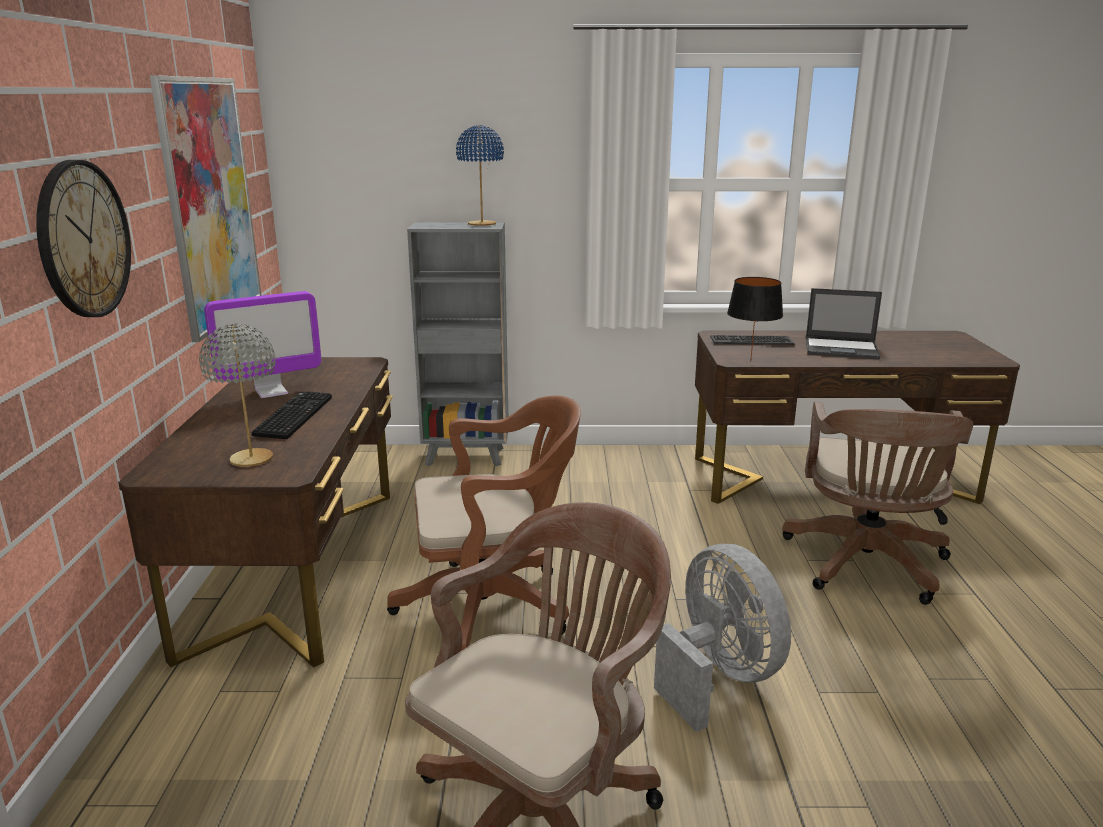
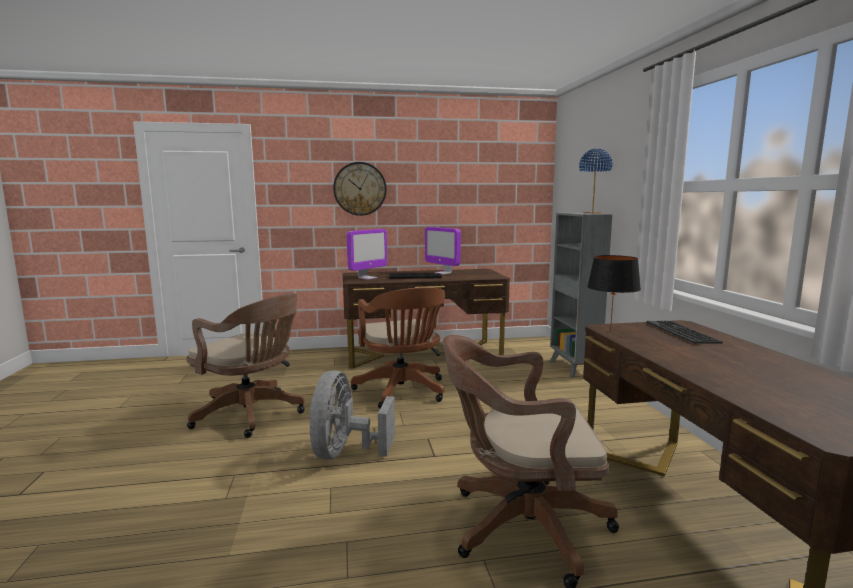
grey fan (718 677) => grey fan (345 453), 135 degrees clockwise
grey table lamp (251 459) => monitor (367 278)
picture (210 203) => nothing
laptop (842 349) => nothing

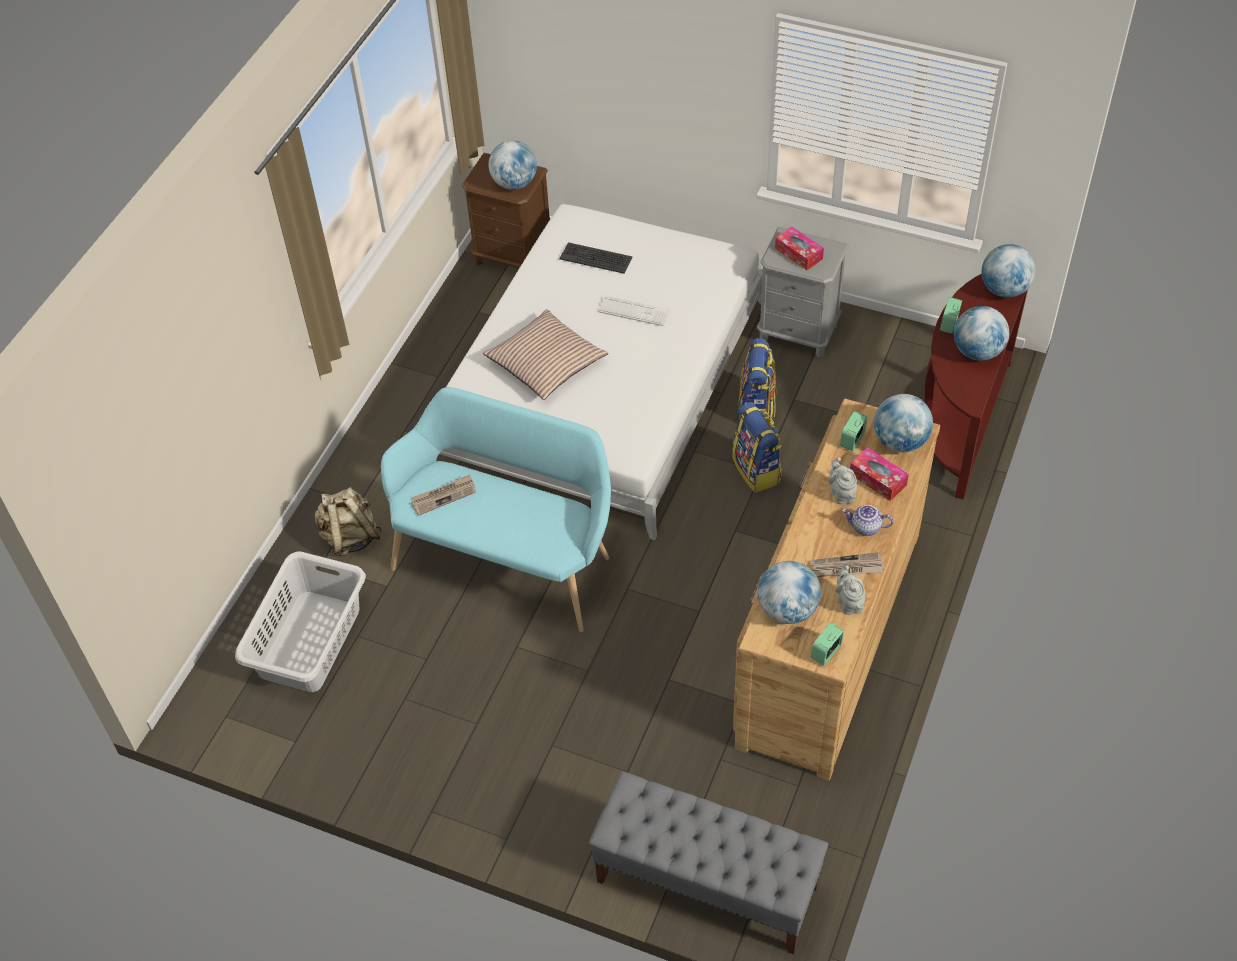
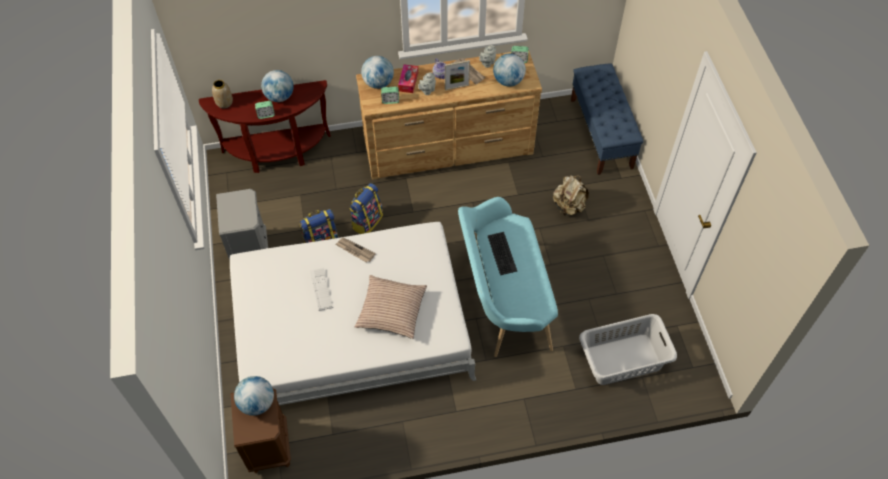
globe (1004 289) => vase (224 103)
newspaper (444 496) => newspaper (355 250), relocated
nothing => picture frame (457 87)
keyboard (596 258) => keyboard (501 253), relocated
beige backpack (350 537) => beige backpack (568 206), relocated
grey bench (706 884) => blue bench (601 133)
tissue box (798 253) => nothing

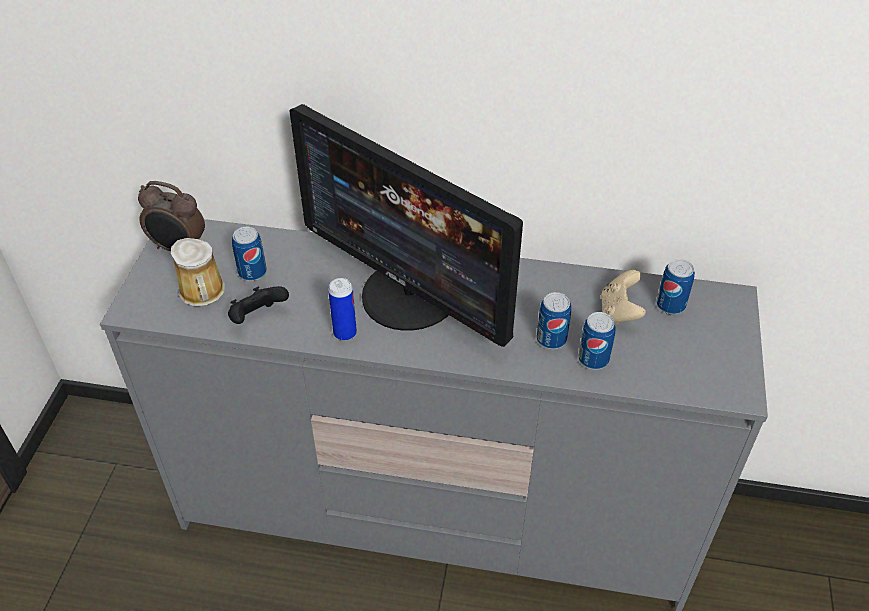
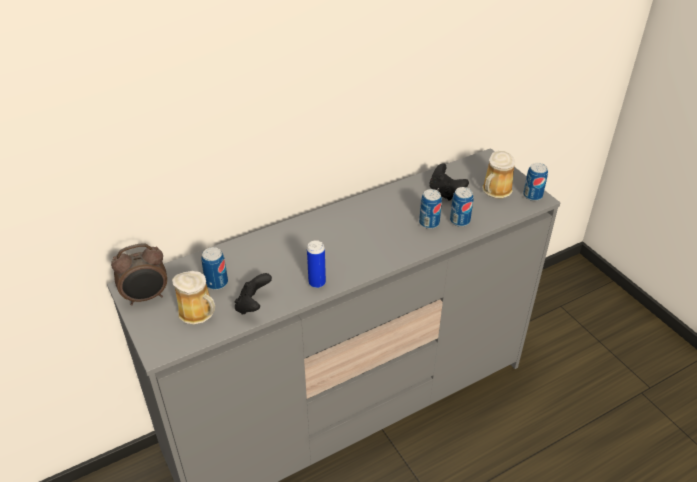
beige game controller (619 312) => black game controller (445 192)
nothing => mug (495 191)
can (670 305) => can (532 195), relocated
monitor (410 295) => nothing

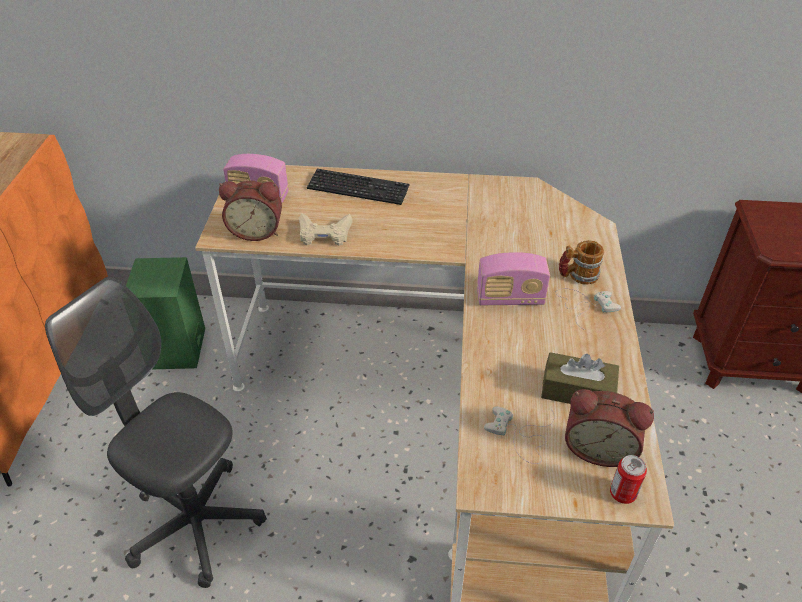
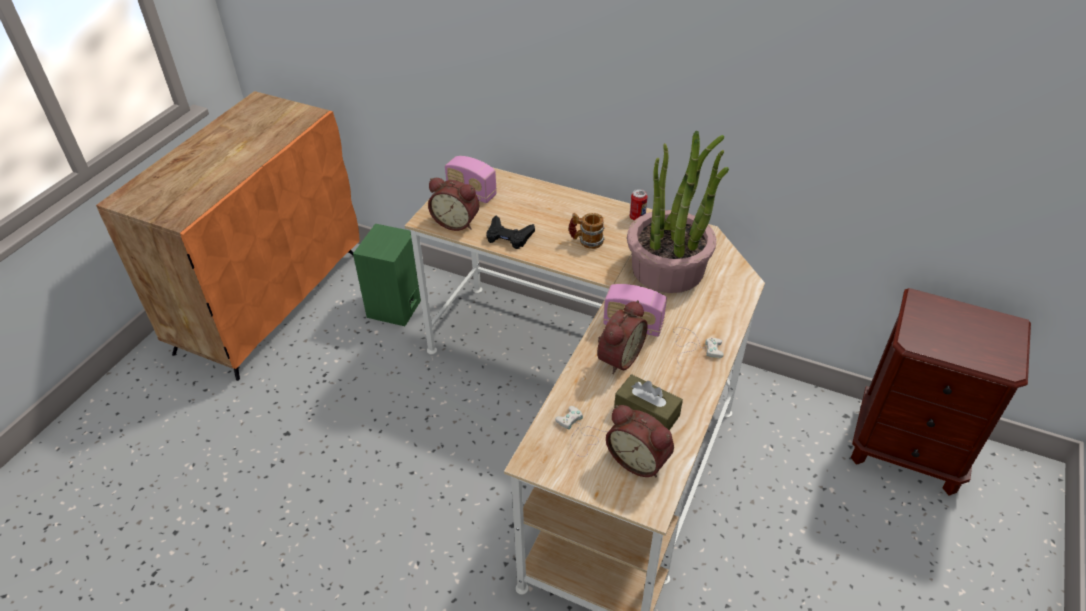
beige game controller (324 234) => black game controller (508 236)
mug (577 276) => mug (586 241), relocated
nothing => alarm clock (617 357)
nothing => potted plant (668 269)
can (622 493) => can (637 217), relocated
grey office chair (196 523) => nothing
keyboard (358 188) => nothing

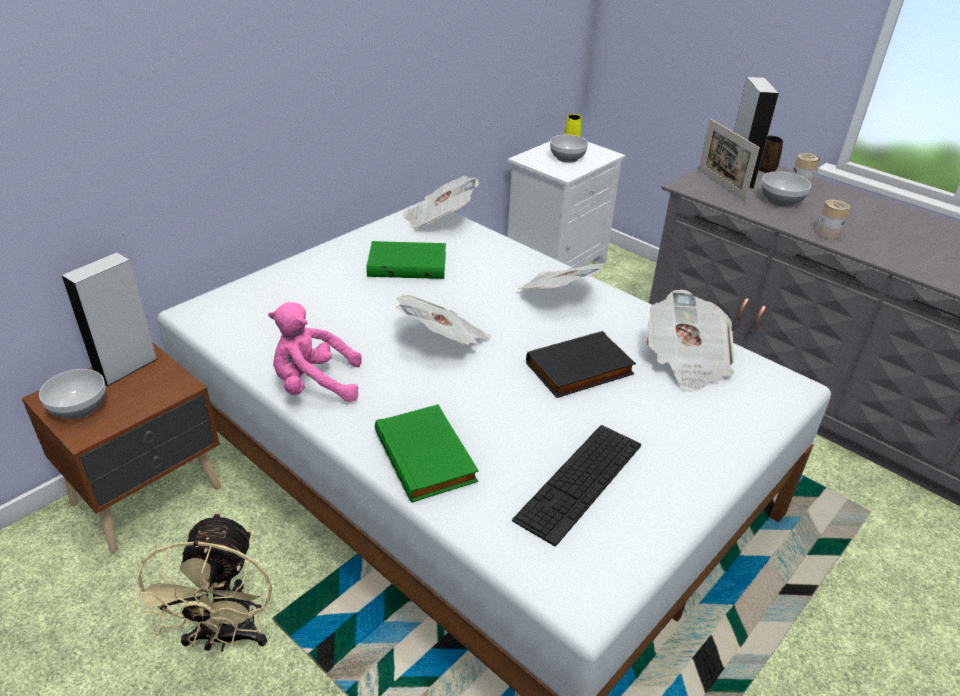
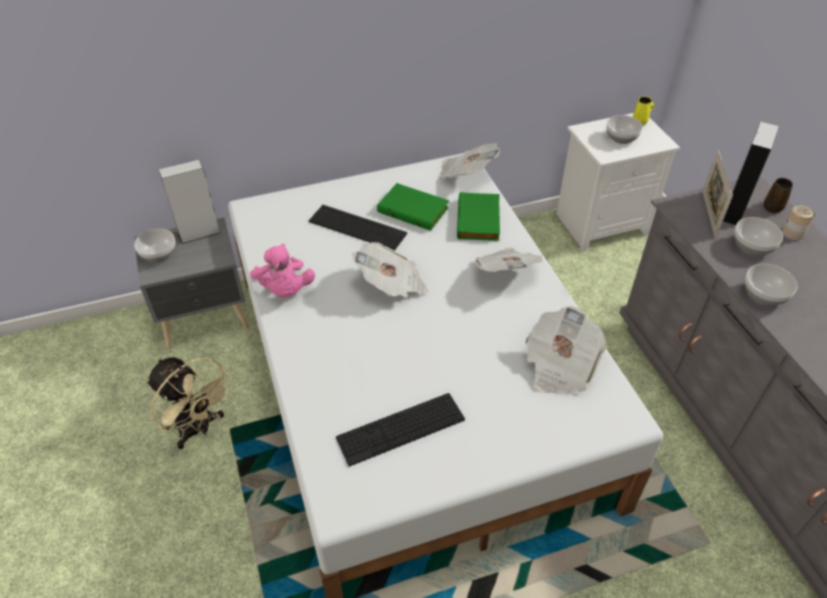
brown nightstand (150 496) => grey nightstand (206 318)
beige fan (226 637) => beige fan (199 428), 75 degrees counterclockwise
pink plush toy (314 385) => pink plush toy (285 290), 135 degrees counterclockwise
nothing => keyboard (357 227)
green book (428 456) => green book (480 220), relocated
can (827 233) => bowl (763 295)
black book (580 370) => nothing

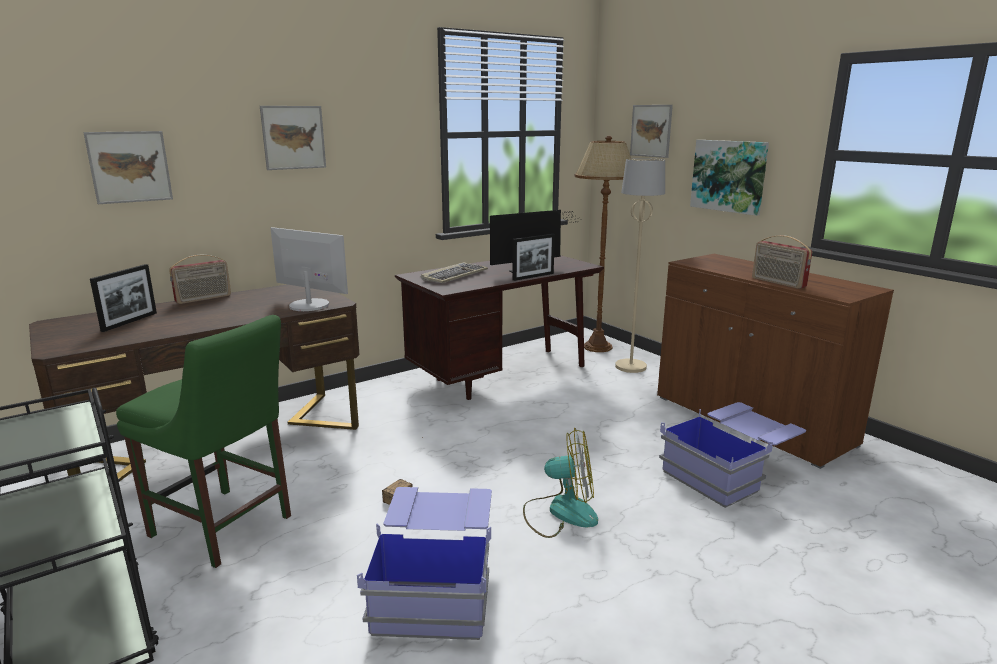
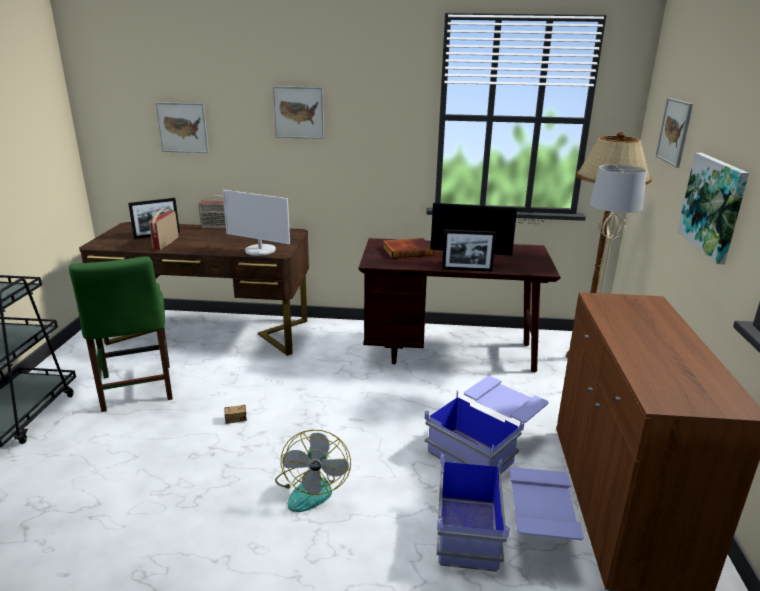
radio (777 283) => radio (165 243), relocated
monitor (309 305) => monitor (260 250), 135 degrees clockwise
fan (560 512) => fan (311 488), 45 degrees clockwise
keyboard (454 275) => book (407 250)
blue storage box (436 584) => blue storage box (486 445), relocated

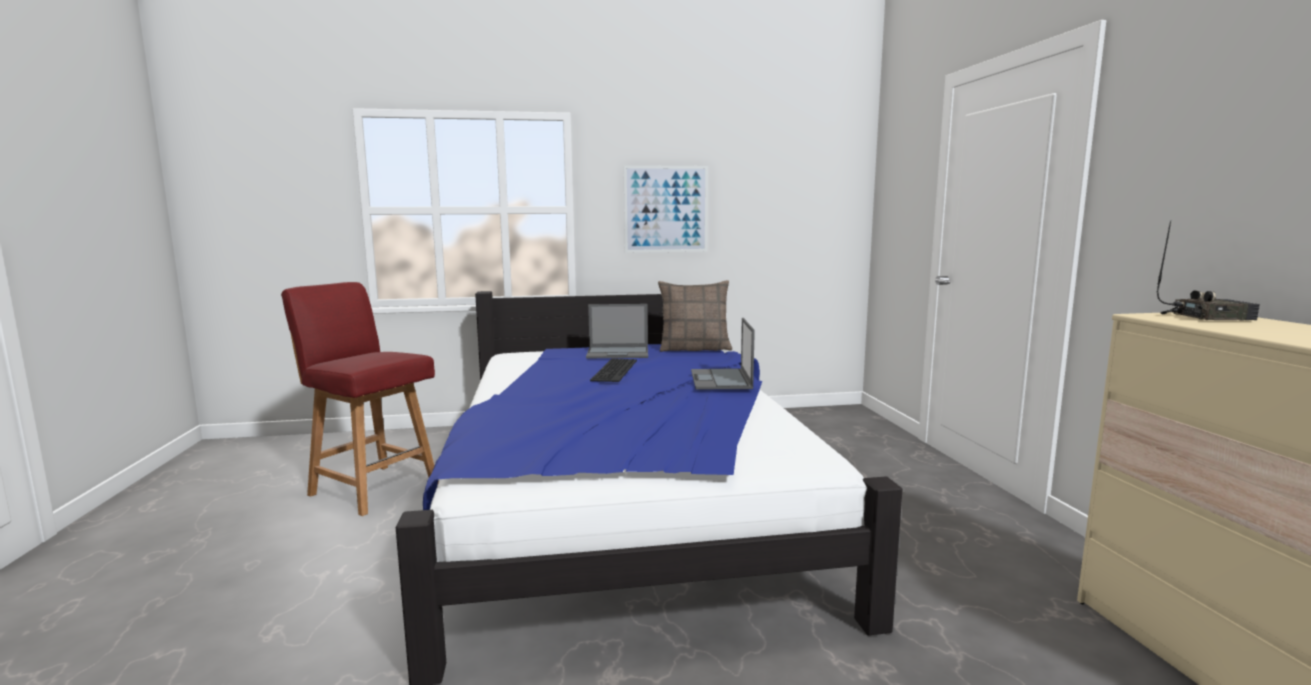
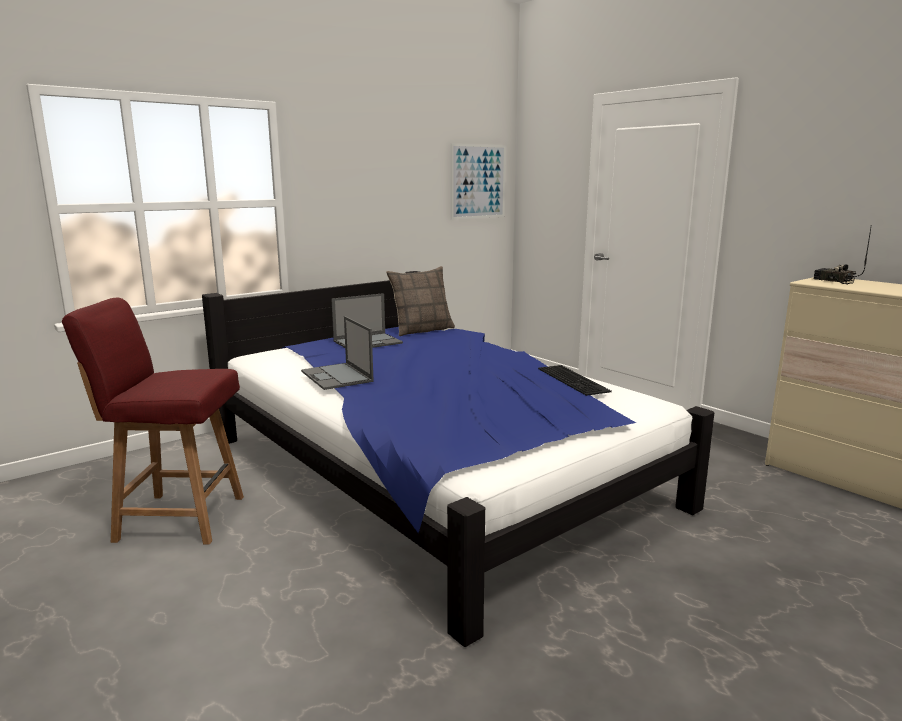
laptop (721 380) => laptop (337 376), relocated
picture (666 209) => picture (478 181), relocated
keyboard (616 370) => keyboard (574 380), relocated
radio (1206 317) => radio (834 281), 105 degrees counterclockwise

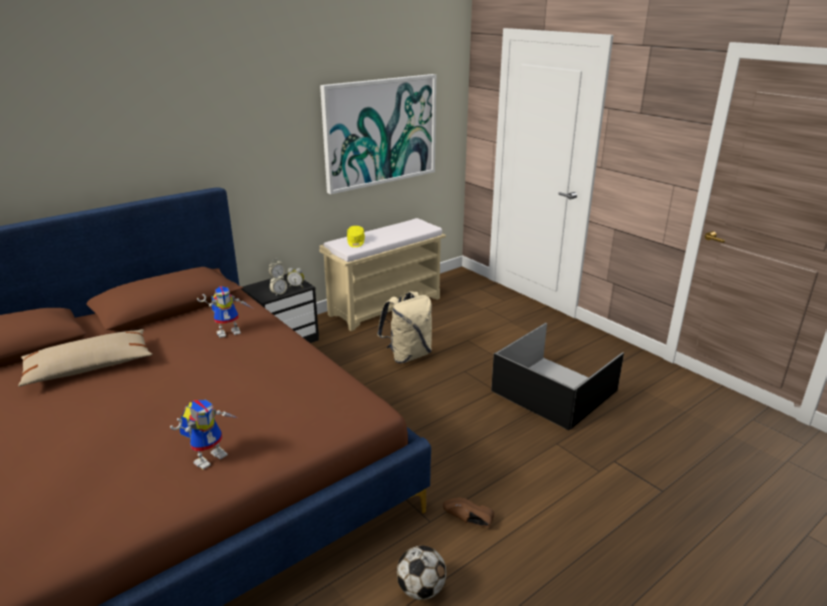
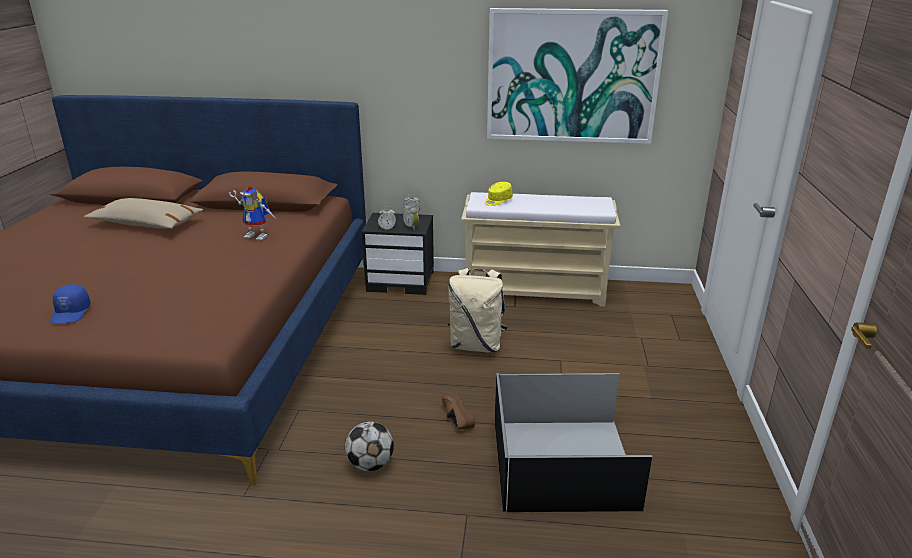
toy robot (210 455) => blue cap (71 313)
football (421 589) => football (370 464), relocated
brown shoe (468 521) => brown shoe (453 419), relocated

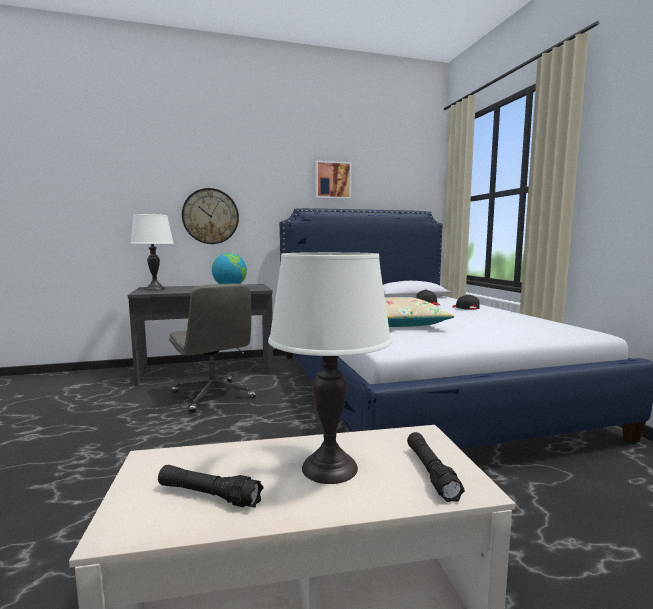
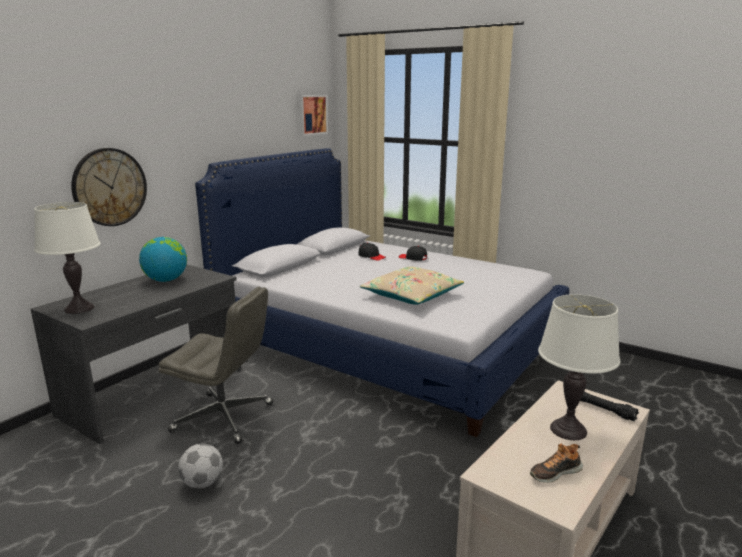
nothing => football (203 483)
picture (332 180) => picture (311 114), relocated
black flashlight (209 495) => shoe (555 472)

